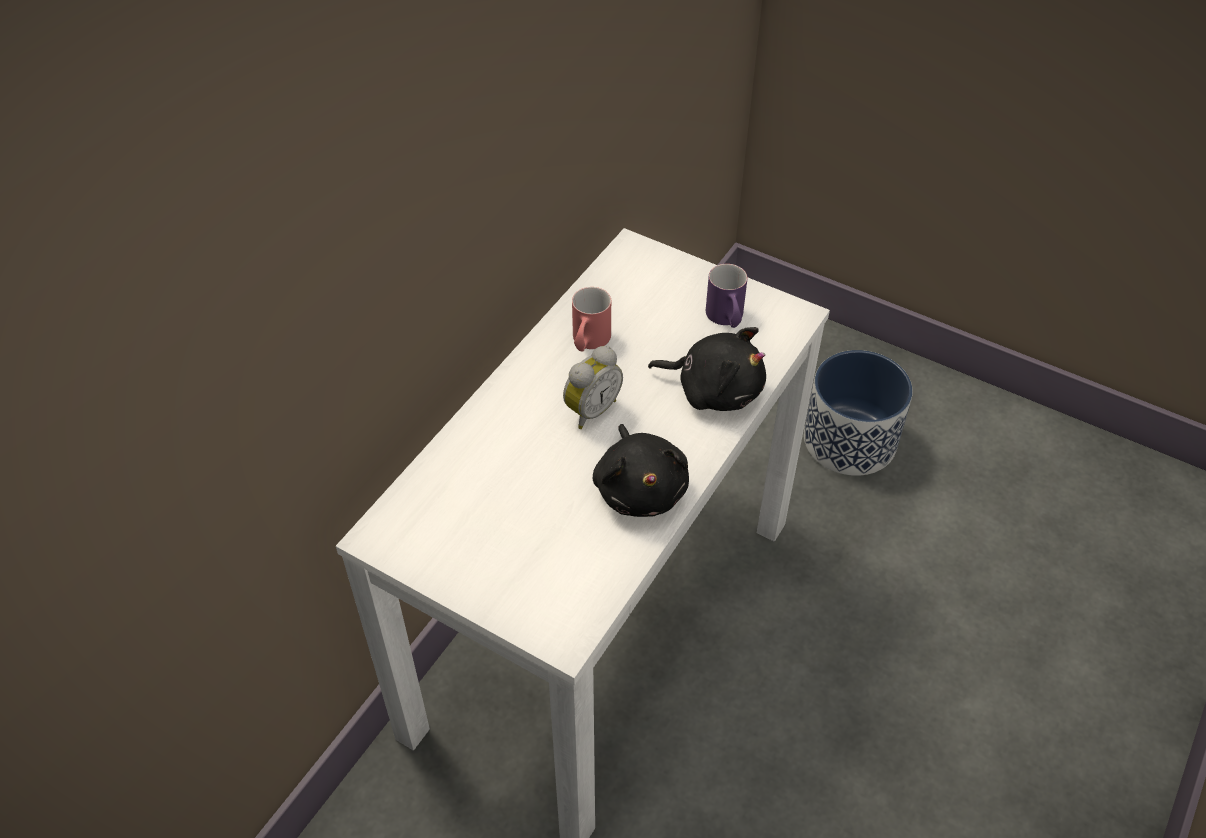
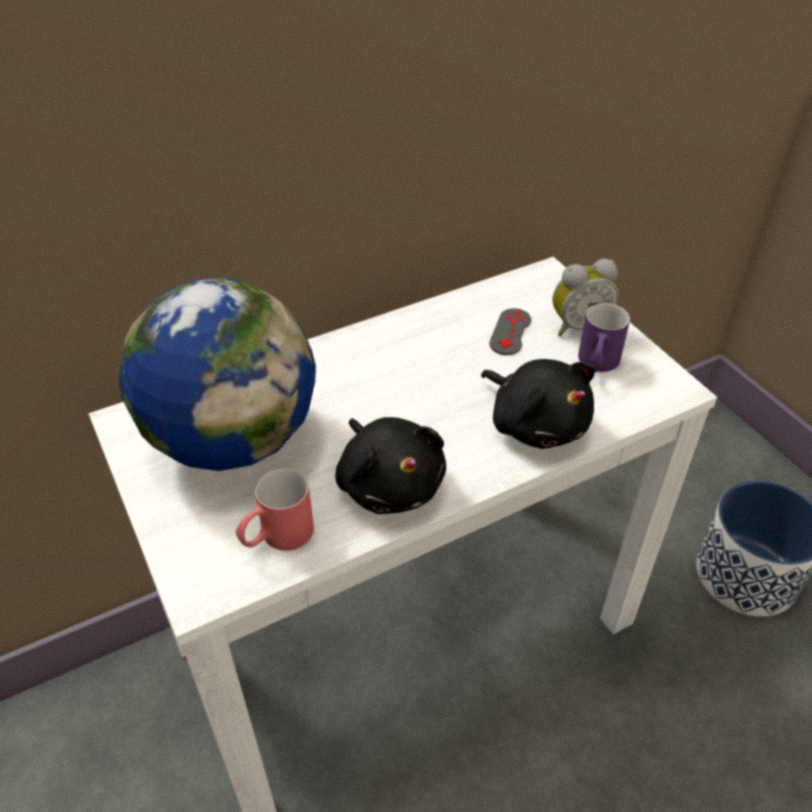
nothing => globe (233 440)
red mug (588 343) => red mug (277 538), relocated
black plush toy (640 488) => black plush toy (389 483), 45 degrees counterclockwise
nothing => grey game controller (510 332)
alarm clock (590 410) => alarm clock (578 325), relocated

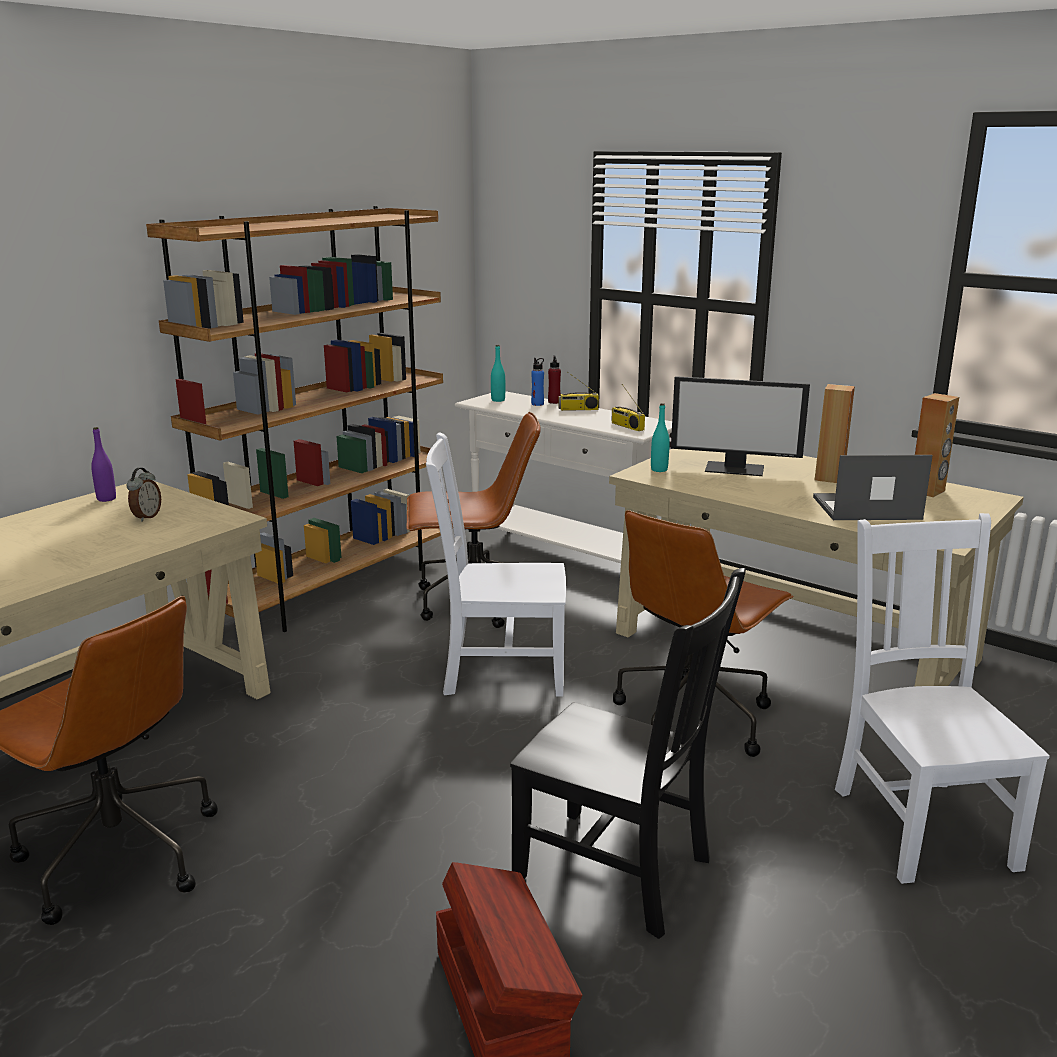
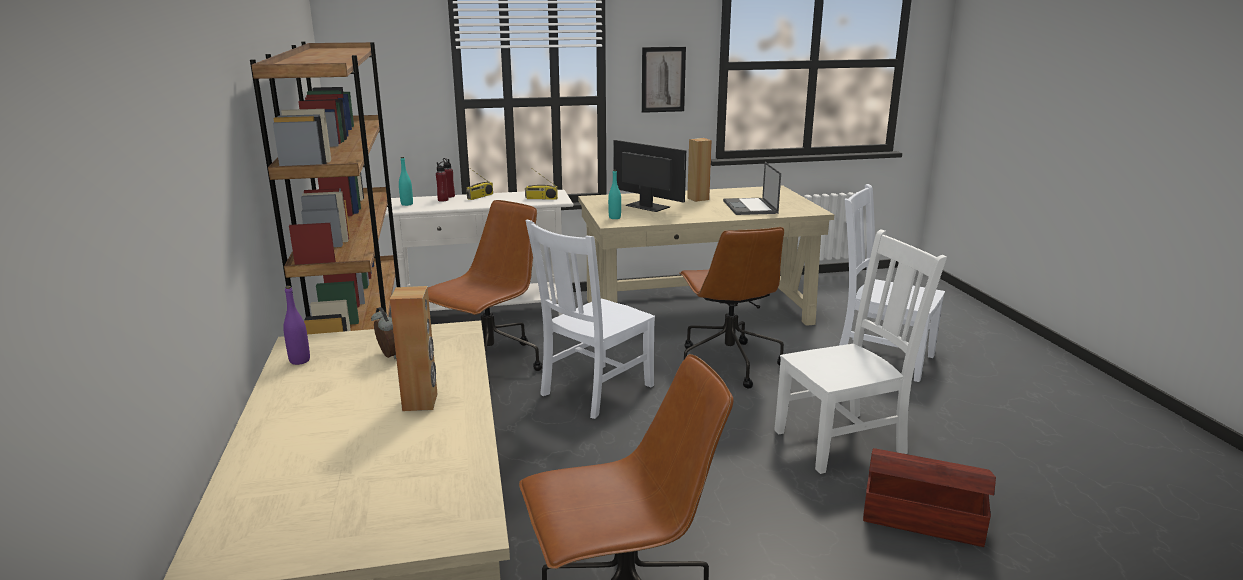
brown speaker (927 491) => brown speaker (420 402), relocated
blue bottle (537 404) => red bottle (443 200)
monitor (735 468) => monitor (646 206), 105 degrees counterclockwise
nothing => picture (663 79)
laptop (865 508) => laptop (750 207), 45 degrees counterclockwise
black chair (618 872) => white chair (843 441)

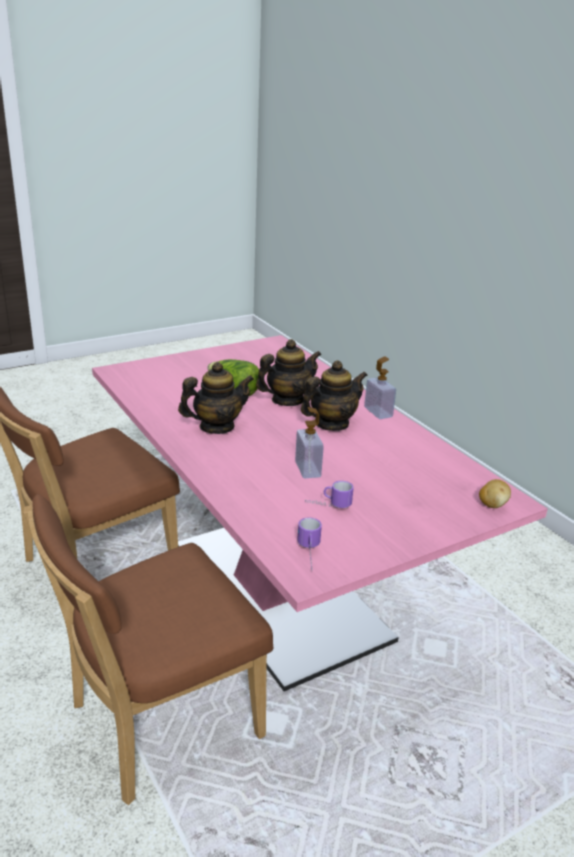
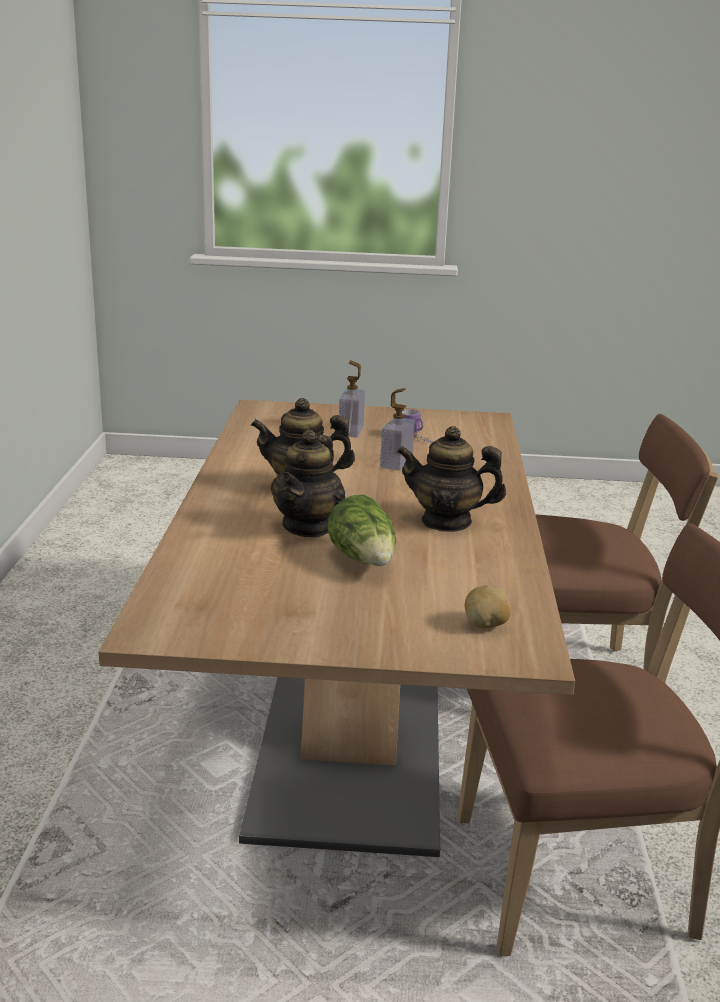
pink dining table (278 591) => brown dining table (351 739)
teapot (287 400) => teapot (308 526), 75 degrees counterclockwise
soap dispenser (378 412) => soap dispenser (351 431), relocated
potato (492 505) => potato (486 625), relocated
mug (309 556) => nothing

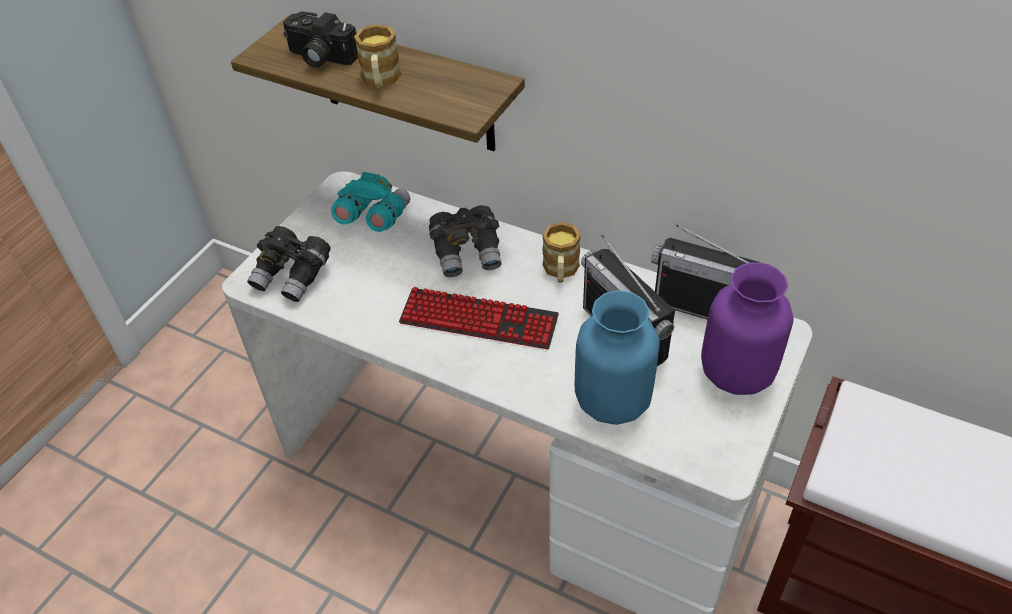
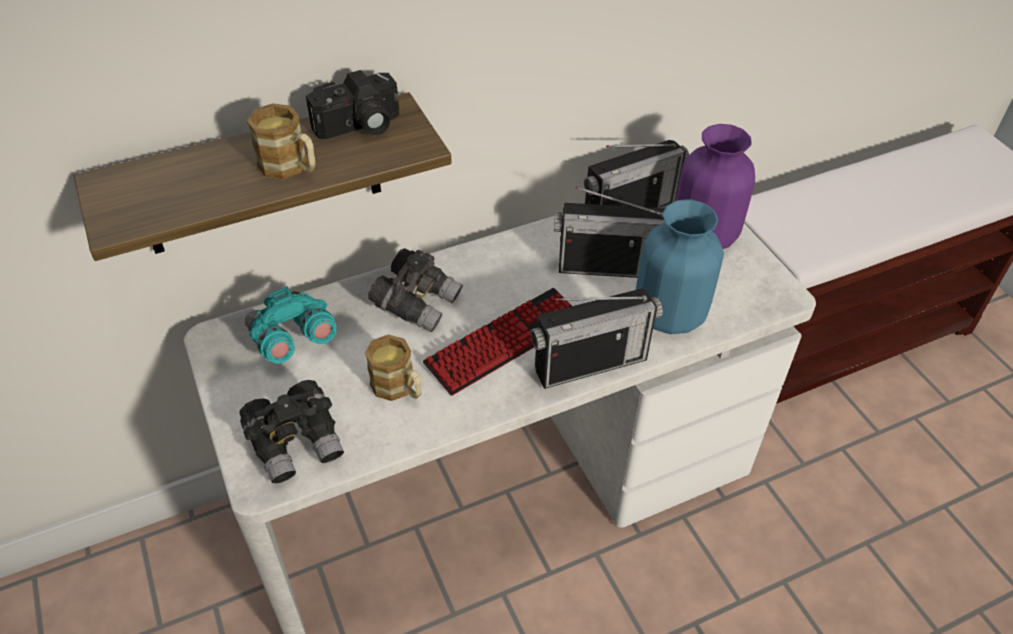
photo camera (319 57) => photo camera (359 127), relocated
mug (560 271) => mug (399 388), relocated
nothing => radio (590 364)

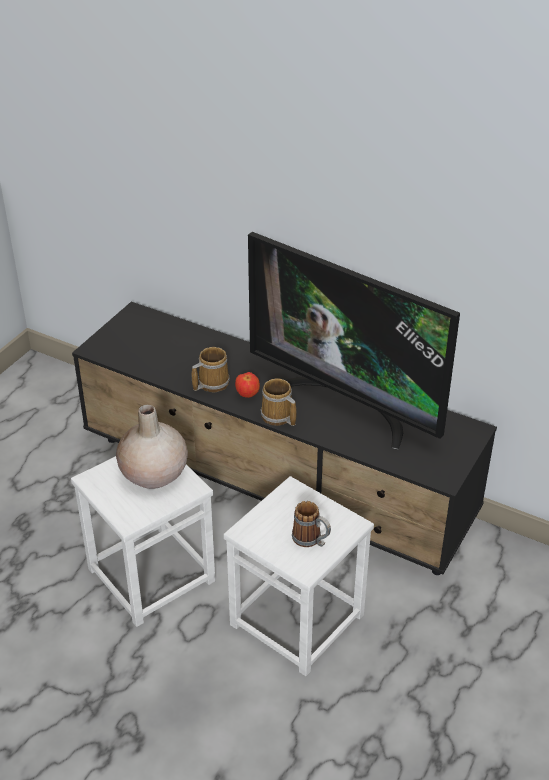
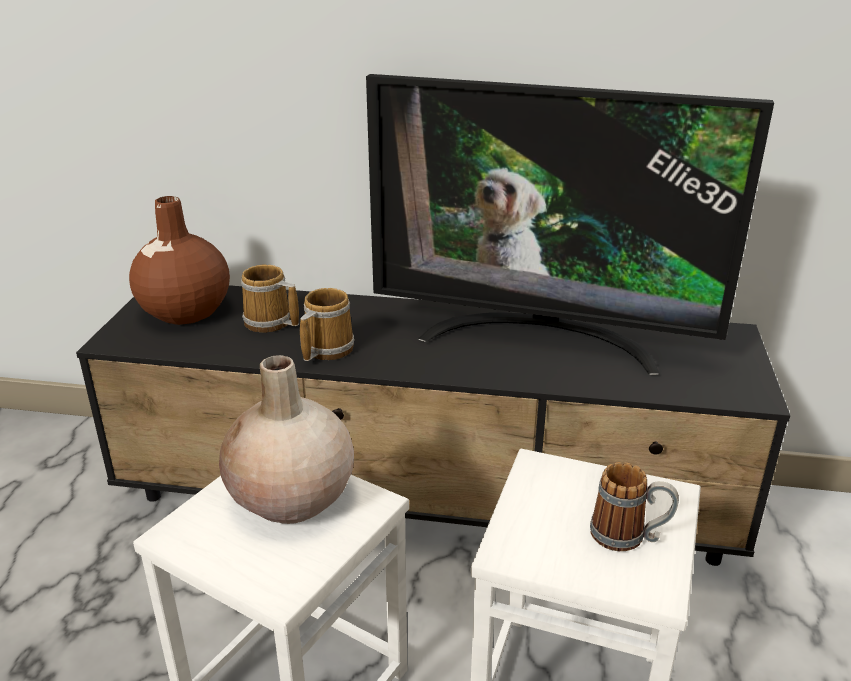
nothing => brown vase (185 311)
mug (278 417) => mug (269 323), relocated
apple (247 395) => nothing

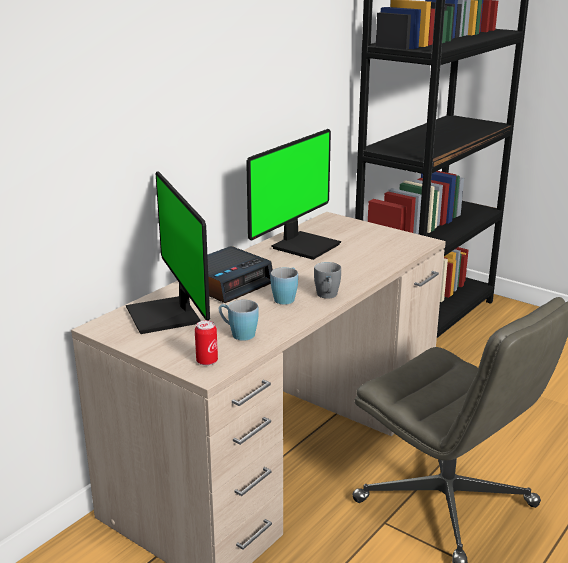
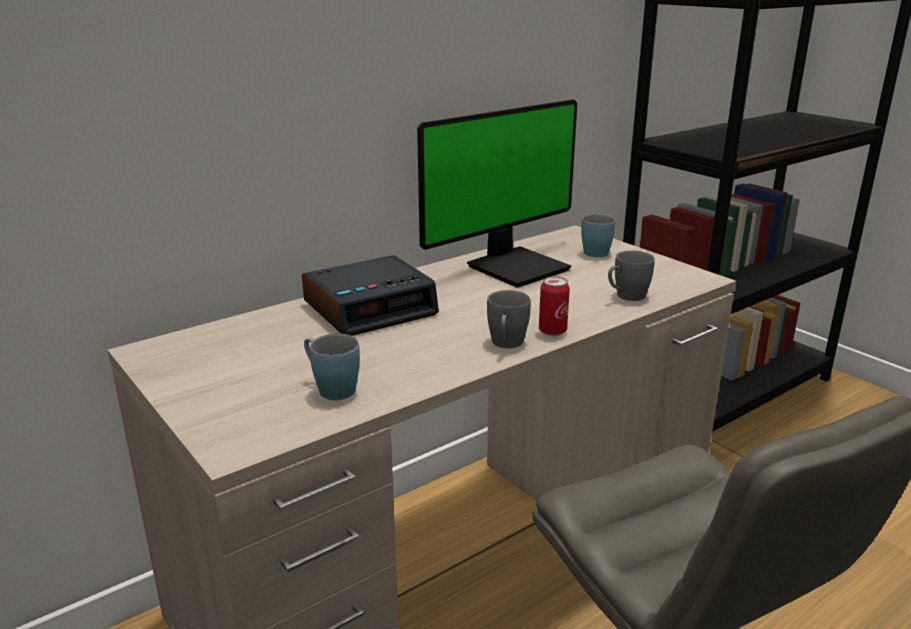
can (207 361) => can (552 331), relocated
blue mug (286 297) => blue mug (599 251), relocated
nothing => grey mug (626 297)
monitor (167 316) => nothing

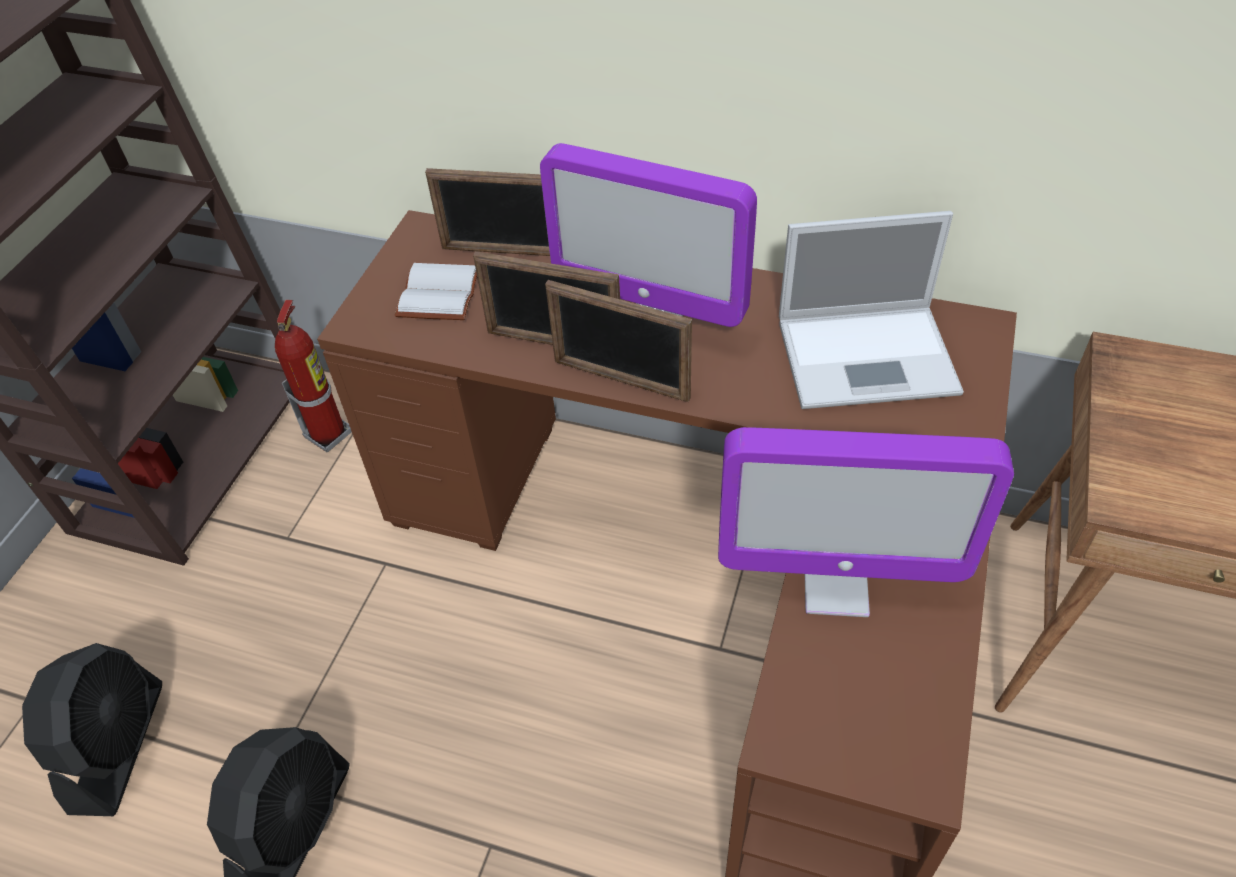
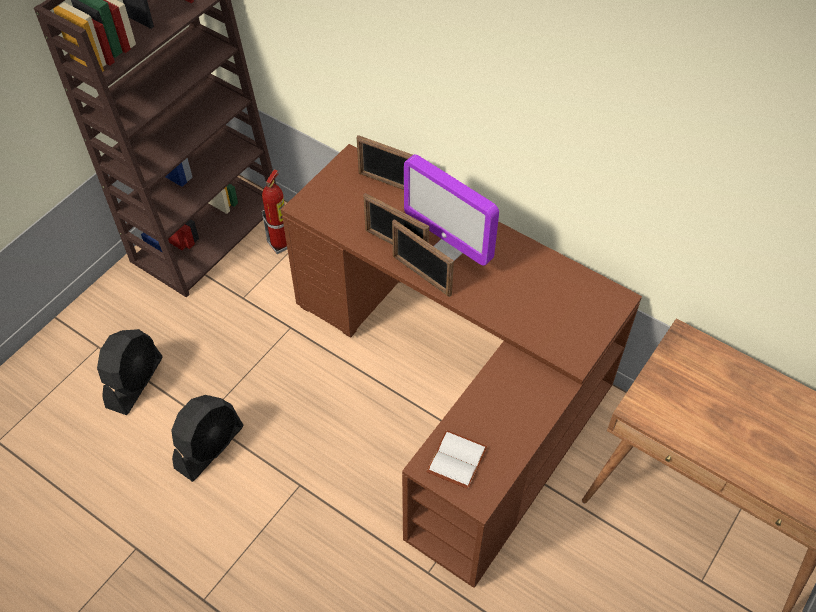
white book (437 292) => white book (455 458), relocated
monitor (835 586) => nothing
laptop (870 356) => nothing

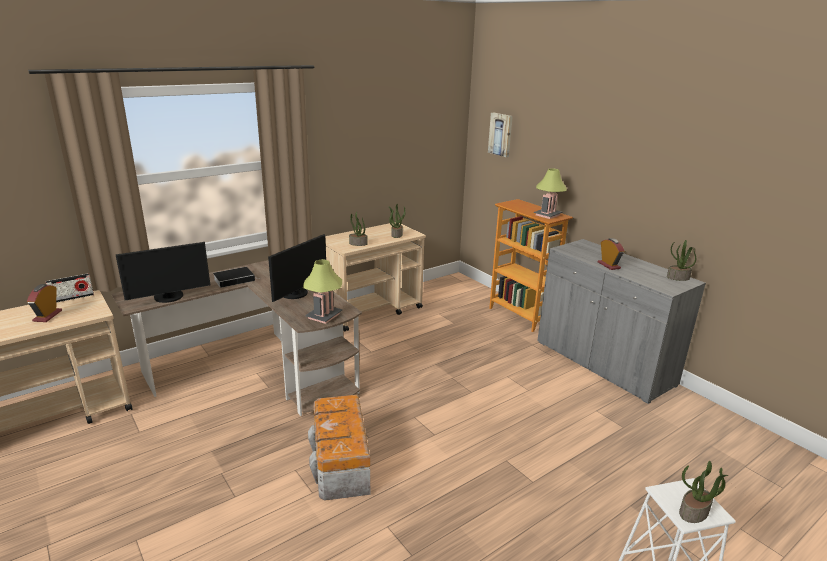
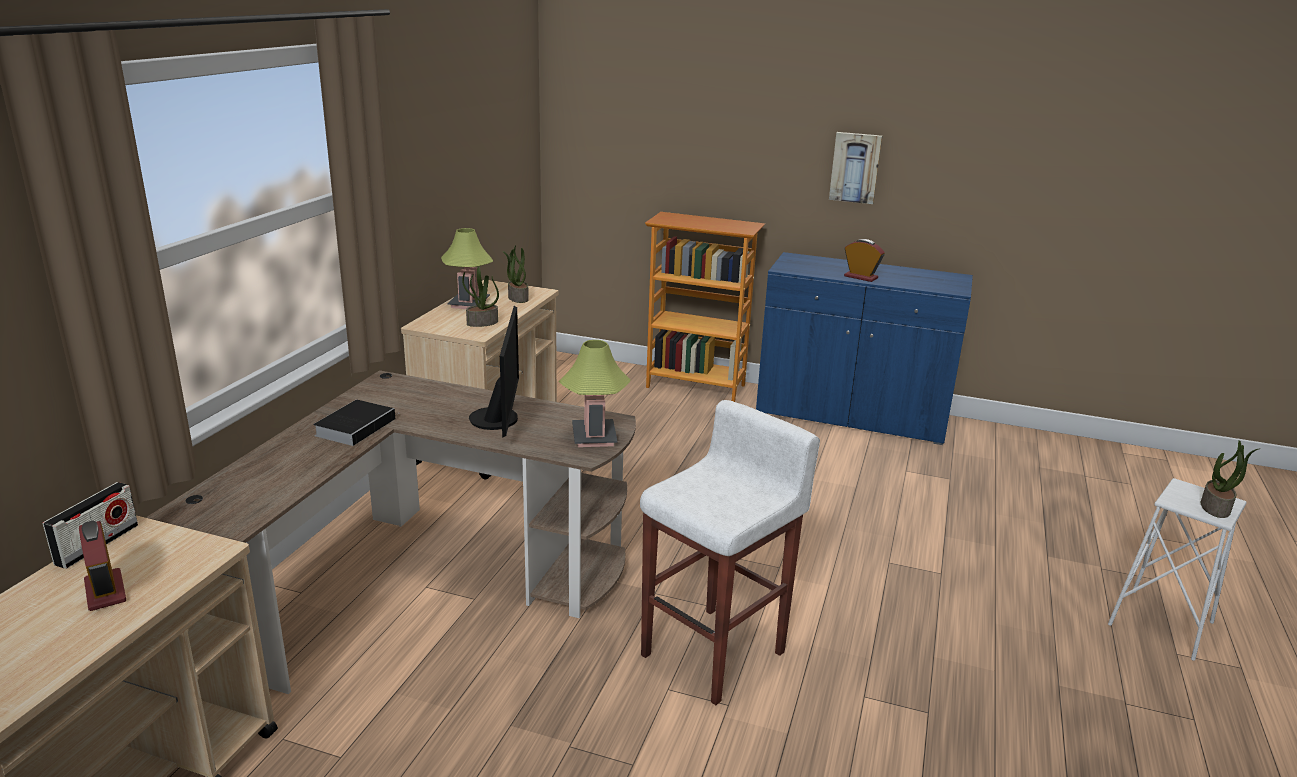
table lamp (547 215) => table lamp (469 304), relocated
storage box (340 464) => white stool (716 653)
grey cabinet (603 363) => blue cabinet (851 415)
picture (501 134) => picture (855 167), relocated
monitor (169 298) => nothing
potted plant (677 278) => nothing

